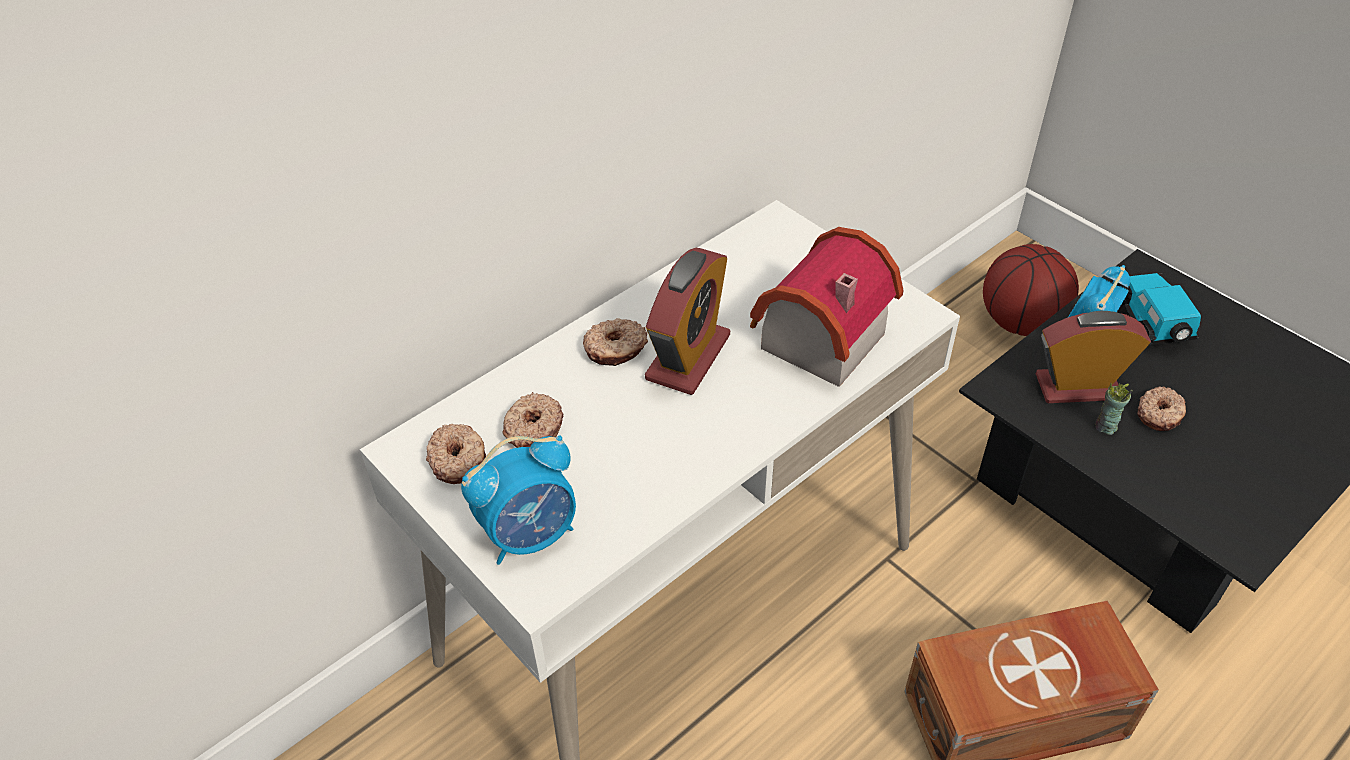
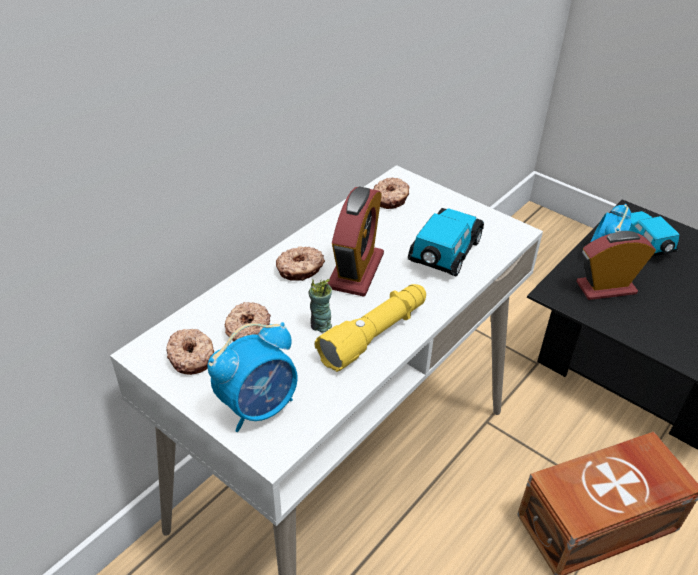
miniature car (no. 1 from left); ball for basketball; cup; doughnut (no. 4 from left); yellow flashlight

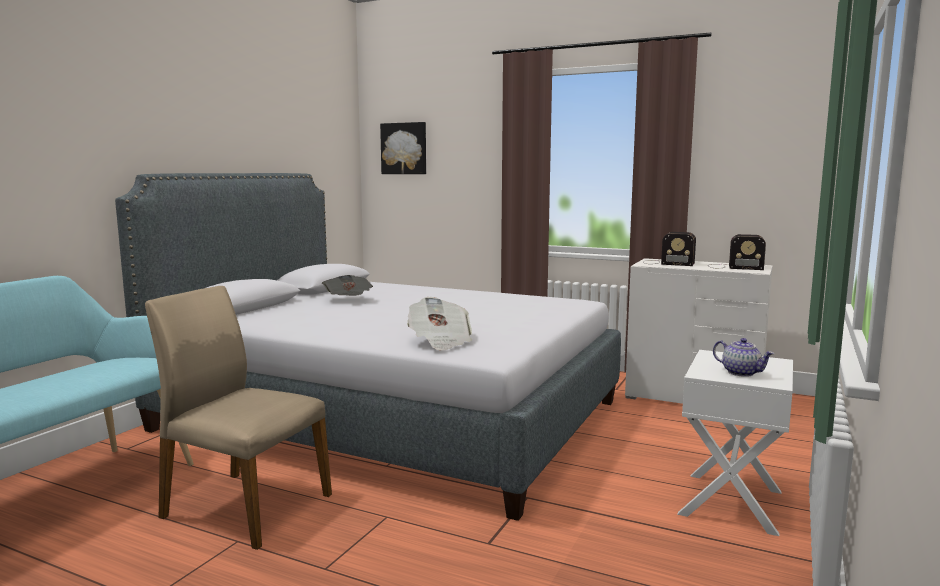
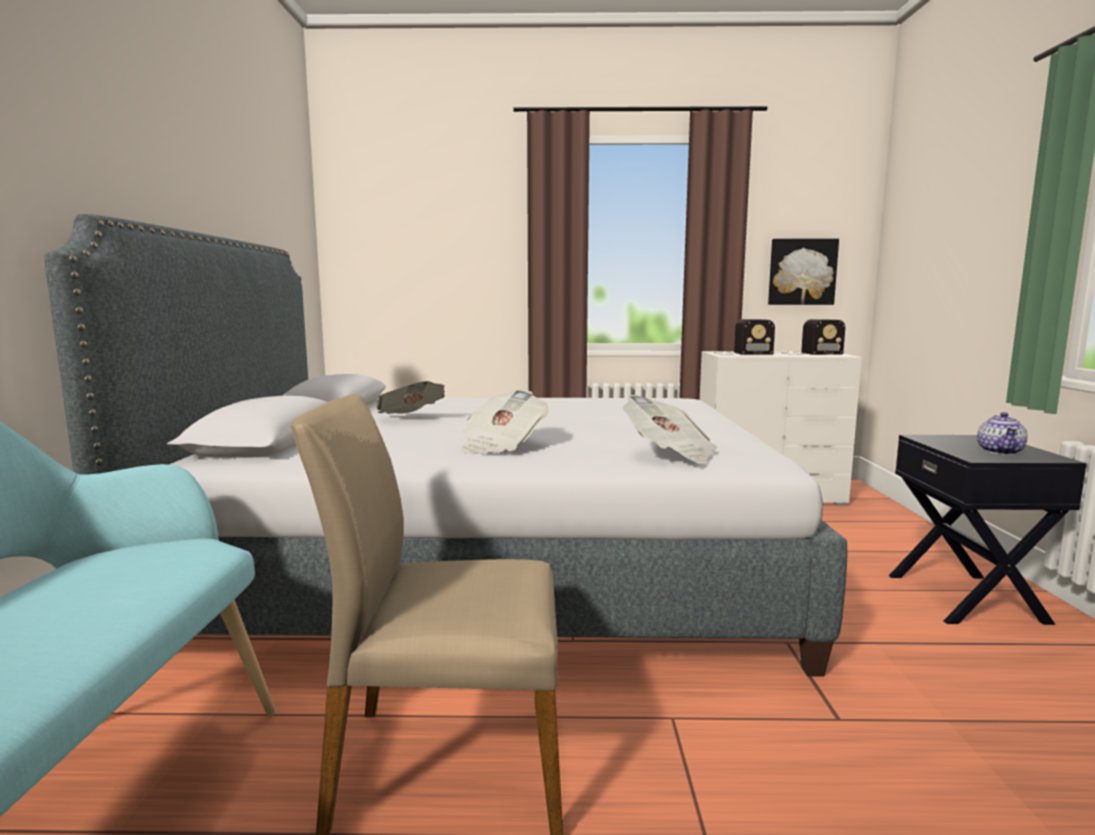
wall picture; teapot; black-coloured night table; newspaper (no. 2 from left)

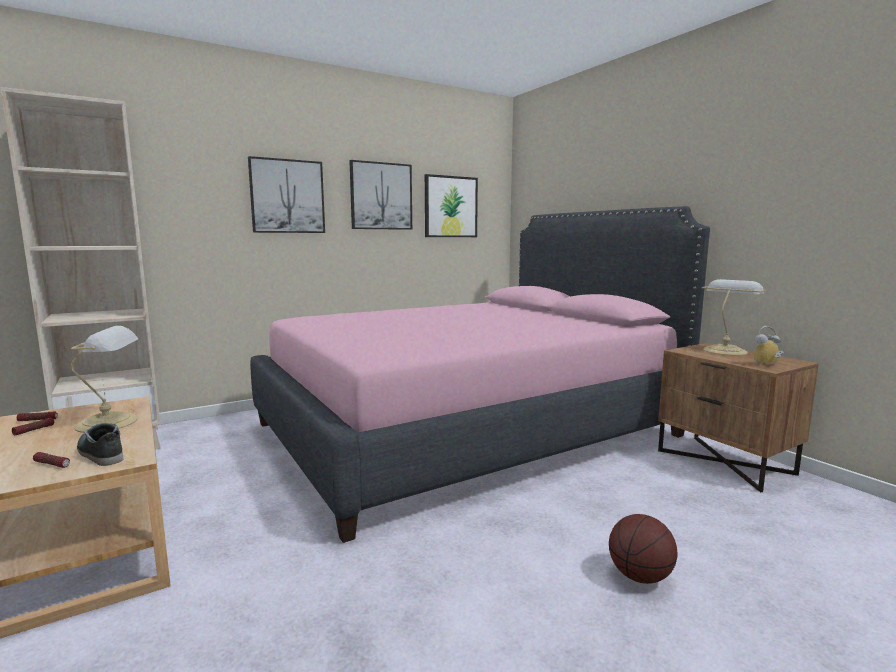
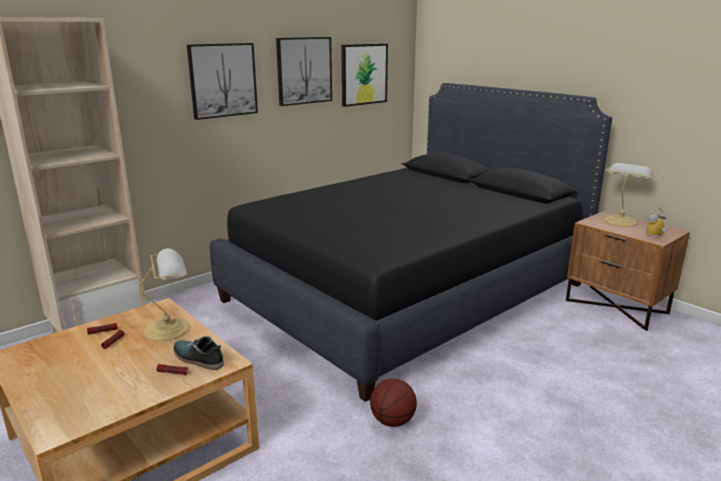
black-coloured bedroom bed; ball for basketball

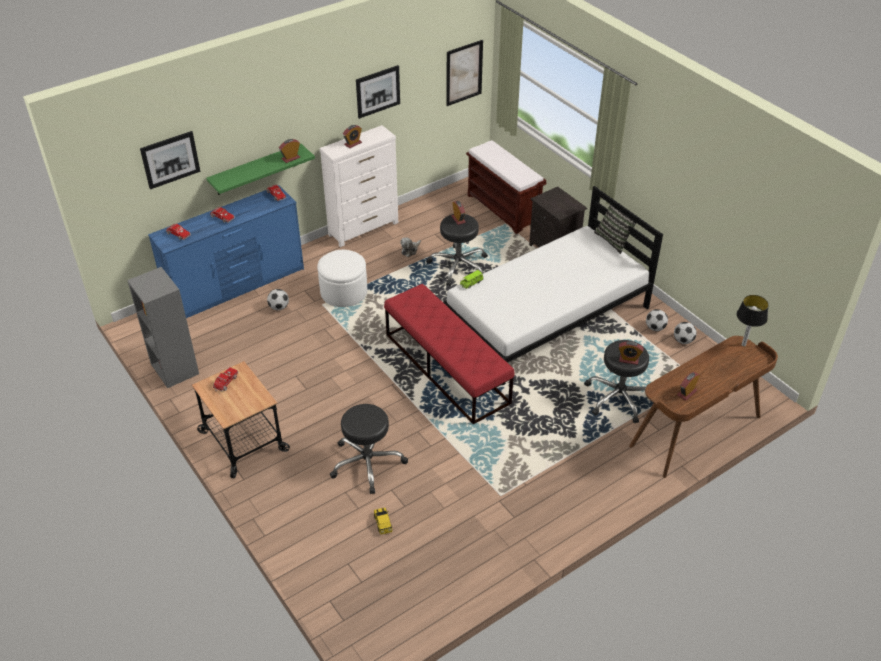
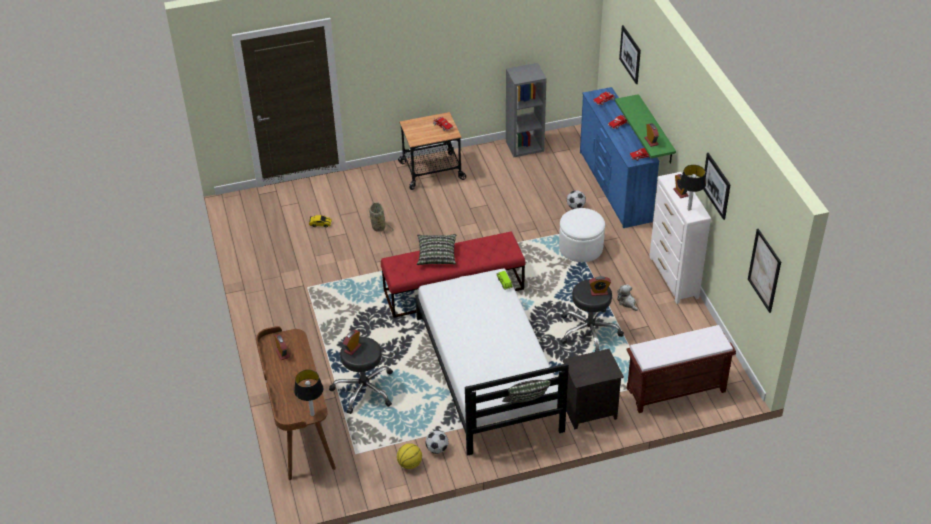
ball for basketball; household basket; tabletop lamp (no. 2 from left); pillow (no. 1 from left)

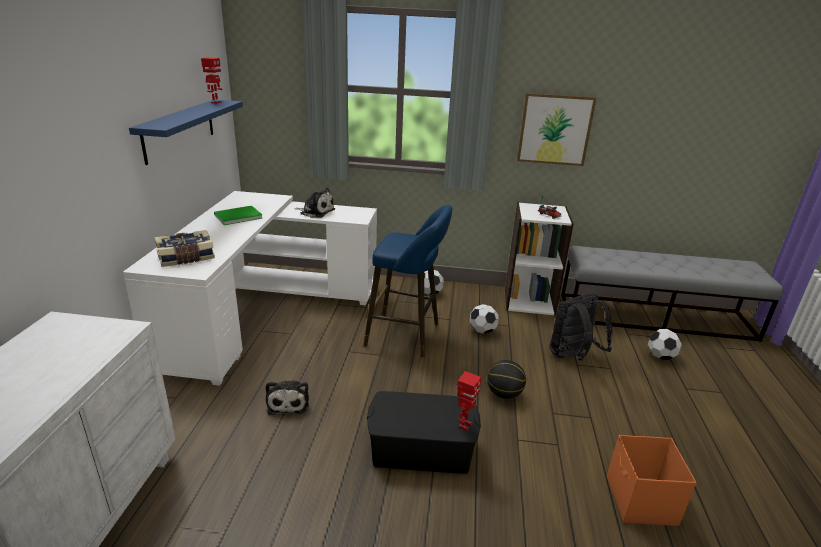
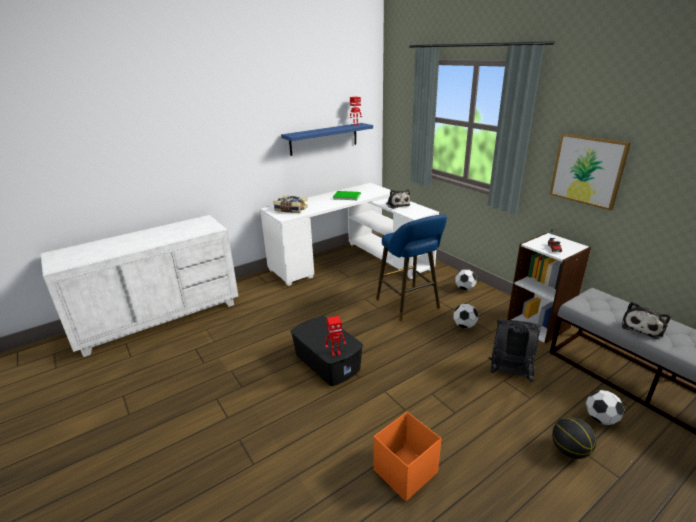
ball for basketball; soft toy (no. 2 from left)

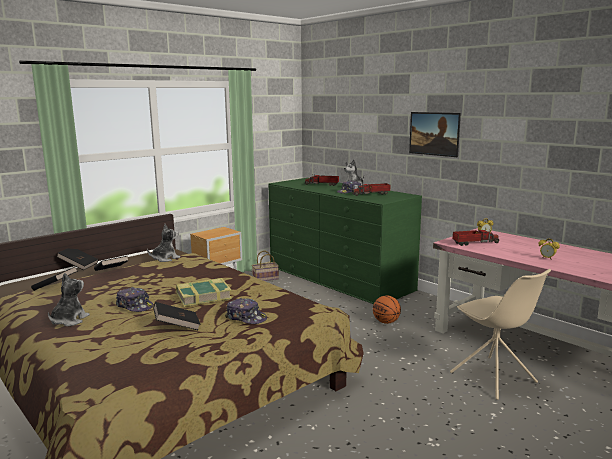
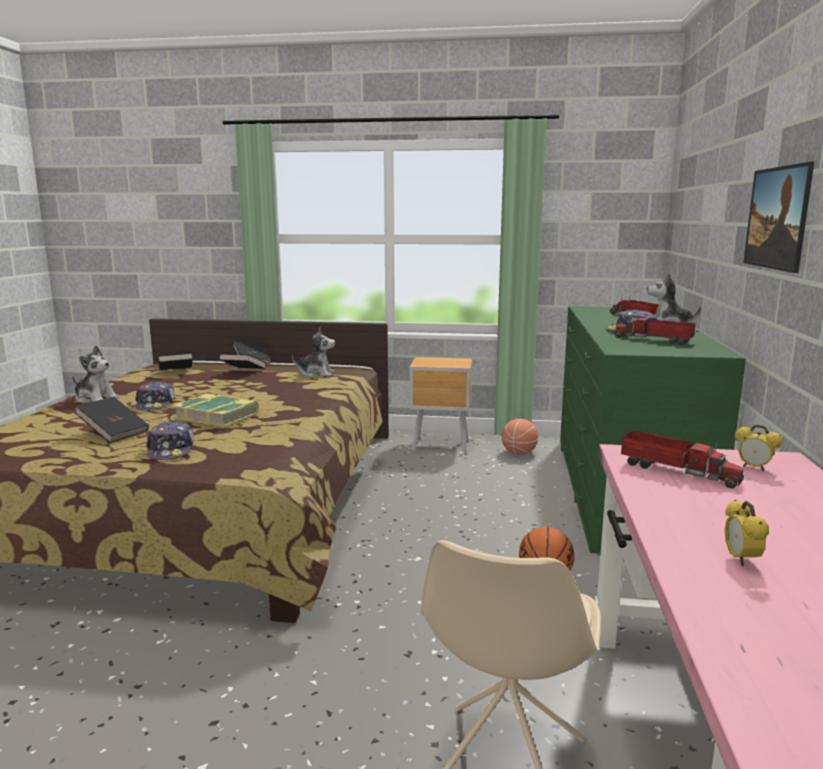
ball for basketball (no. 1 from left); soft toy (no. 1 from left)

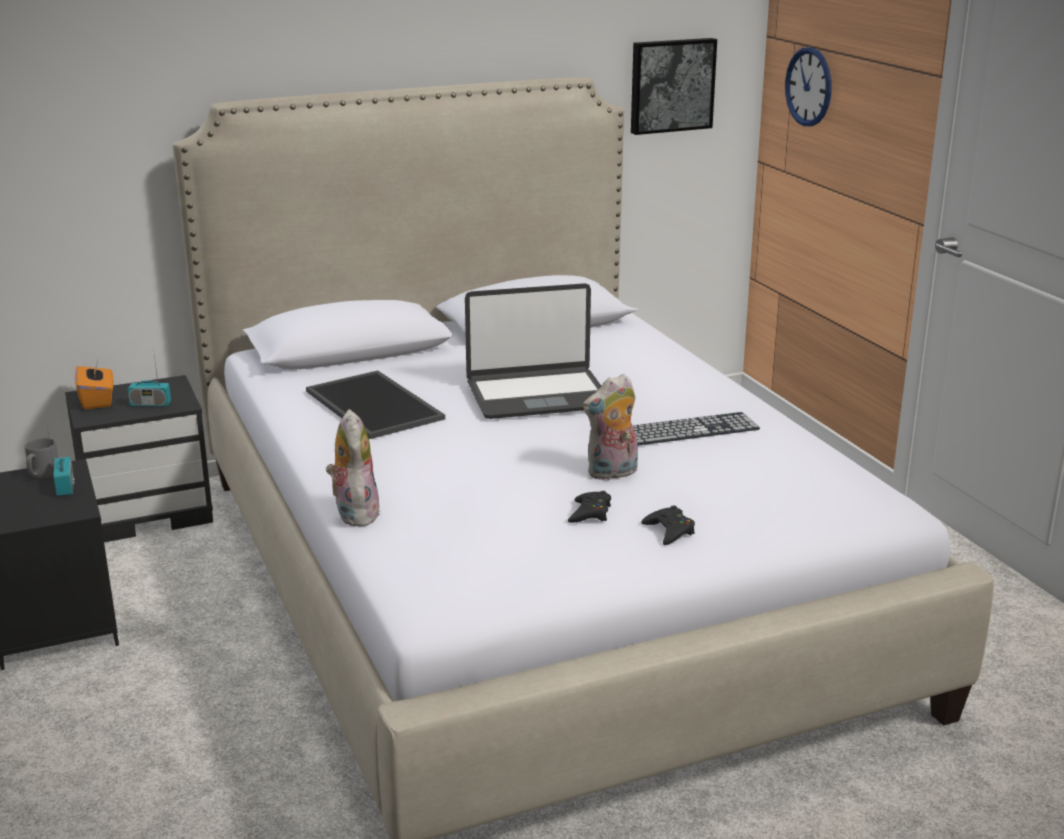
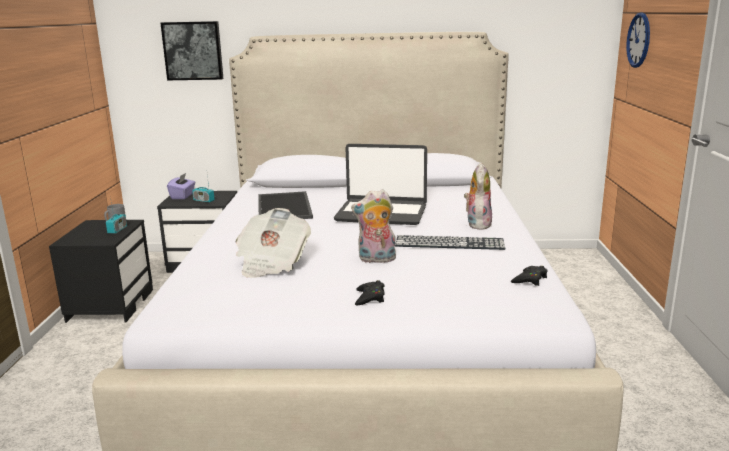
wall picture; purplish box of tissues; soft toy (no. 2 from left); black-coloured joypad (no. 2 from left); newspaper

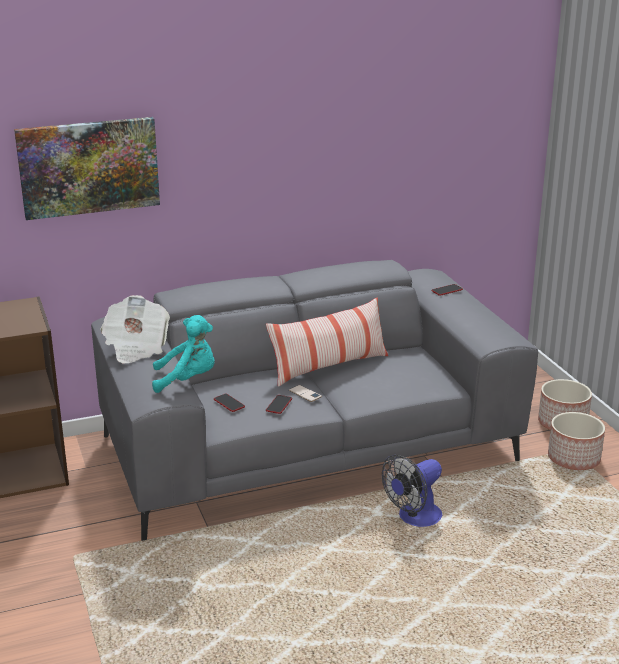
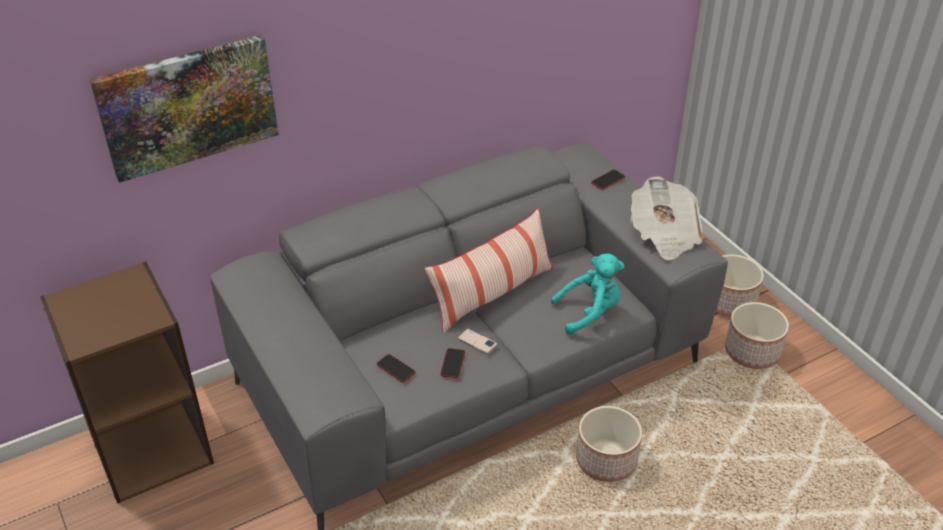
newspaper; turquoise-coloured soft toy; planter (no. 1 from left)

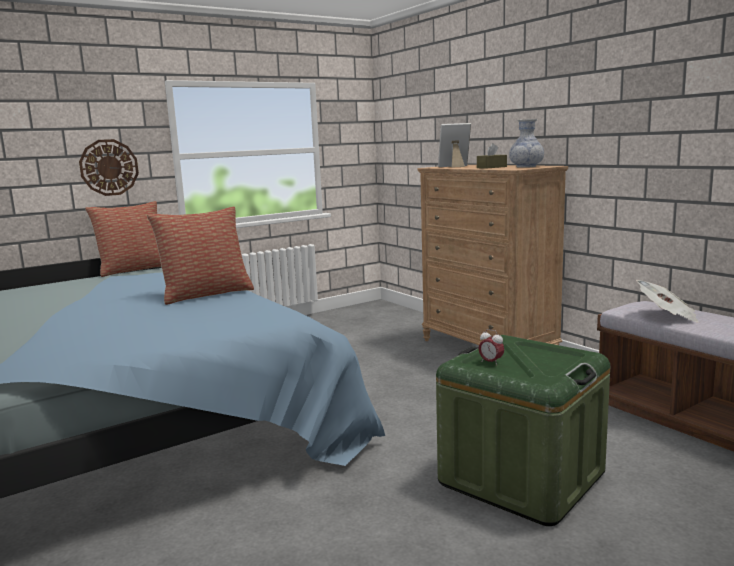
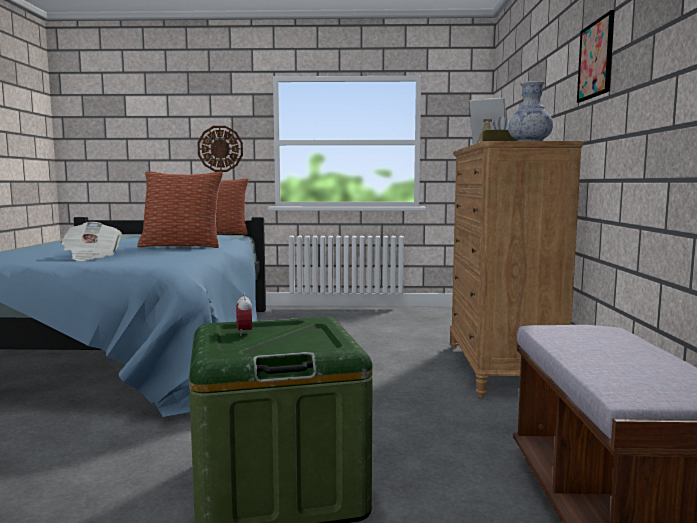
newspaper; wall picture

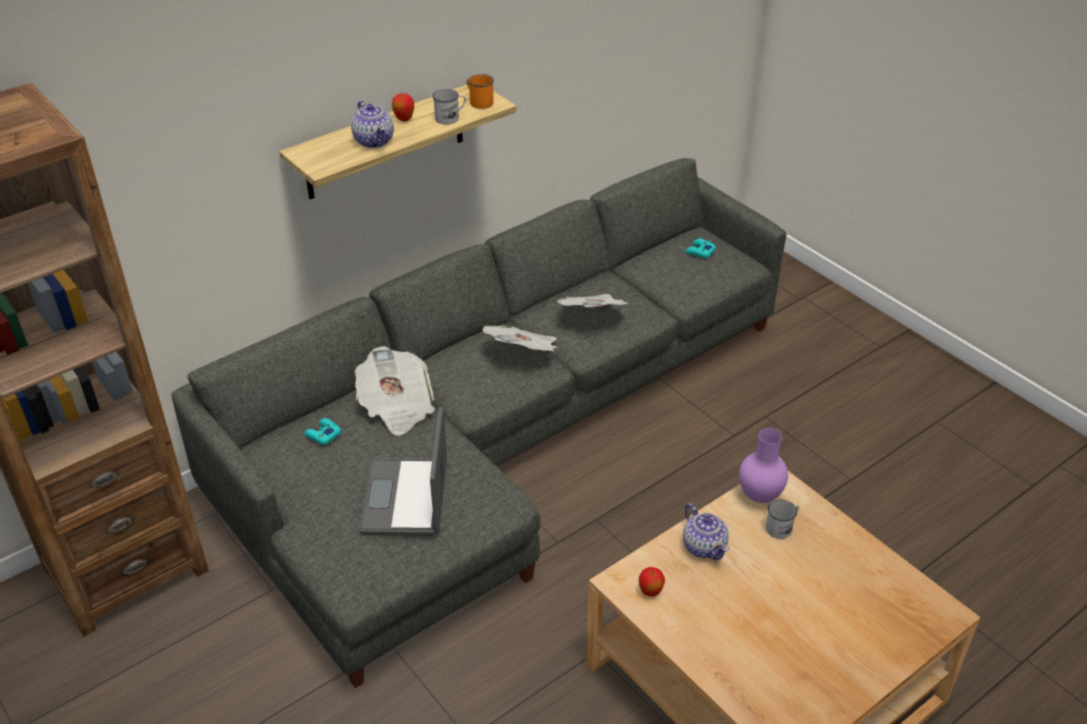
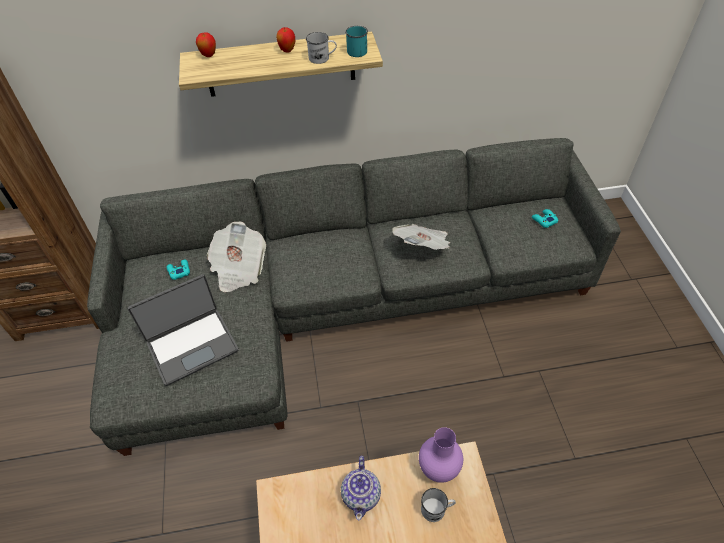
turquoise-coloured mug; teapot (no. 1 from left in the first image); newspaper (no. 2 from left in the first image); portable computer; apple fruit (no. 1 from left)

